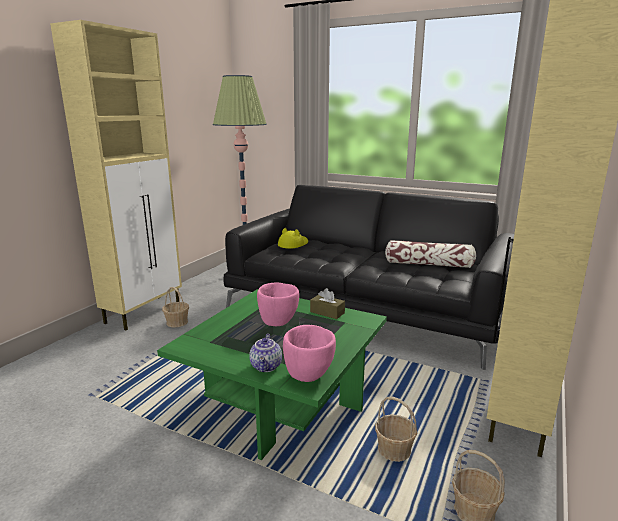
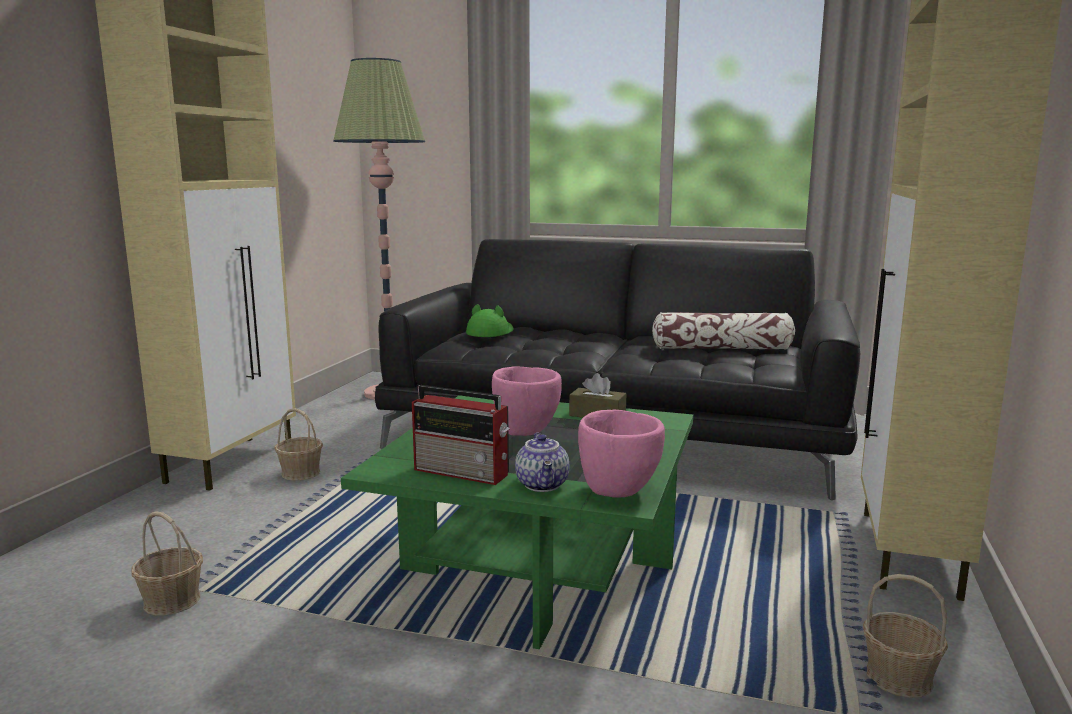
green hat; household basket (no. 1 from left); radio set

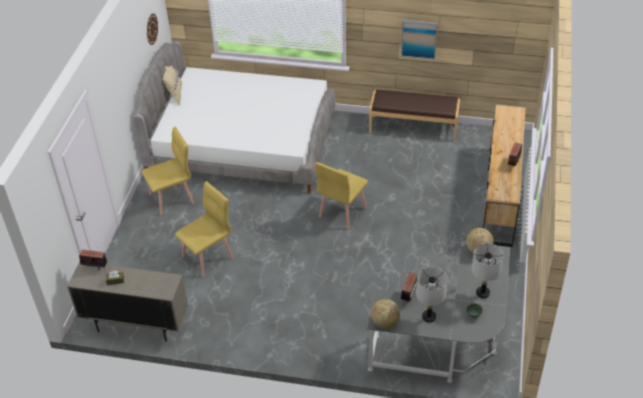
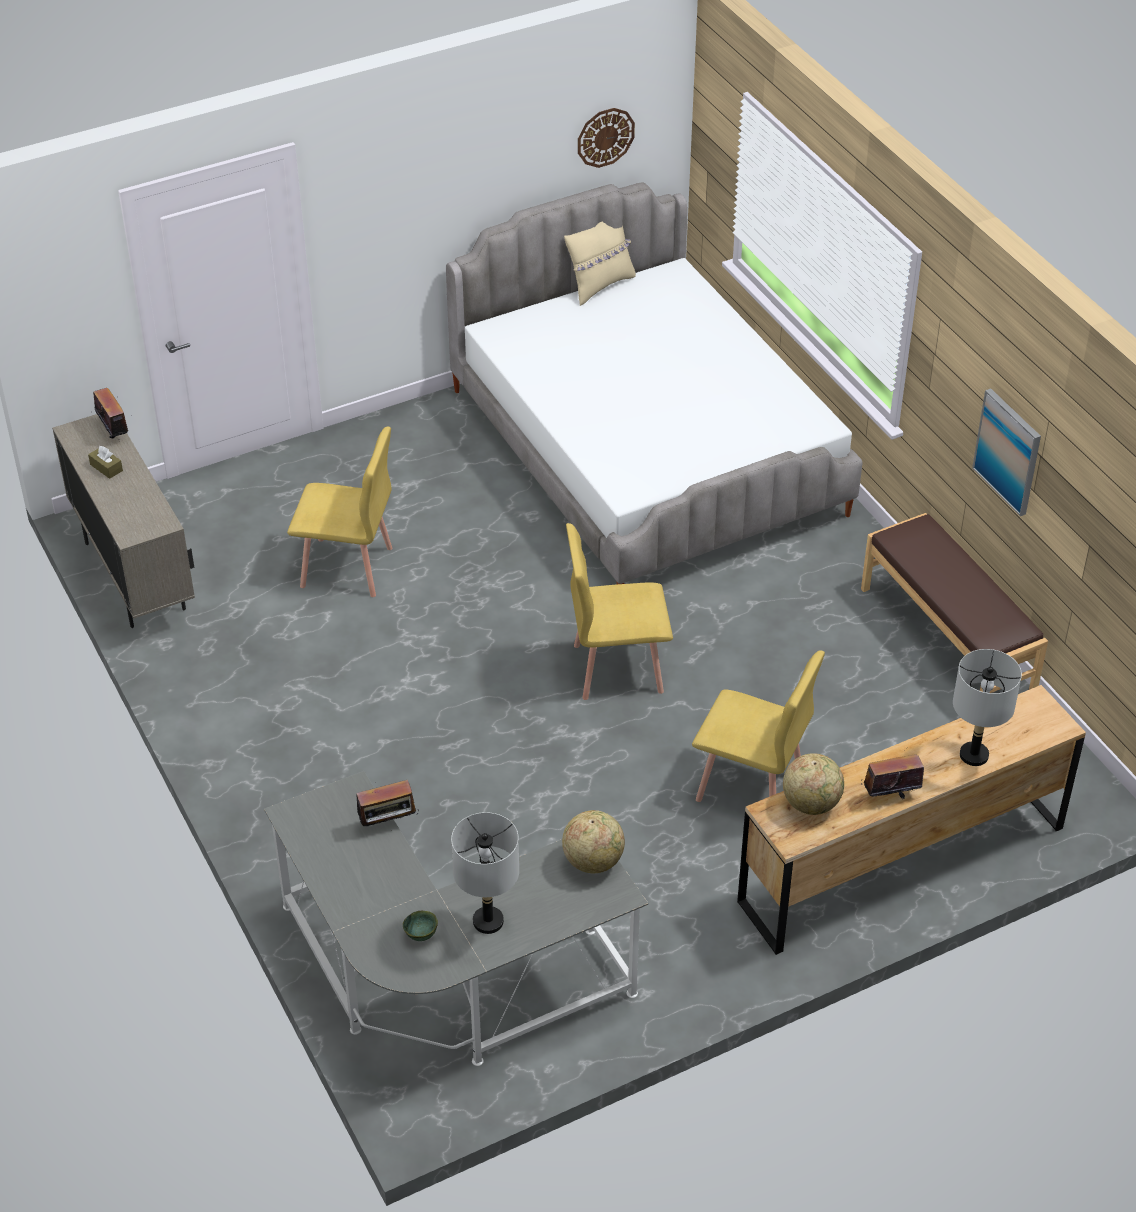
yellow upright chair (no. 3 from left); greyish tabletop lamp (no. 2 from left); desk globe (no. 2 from left)

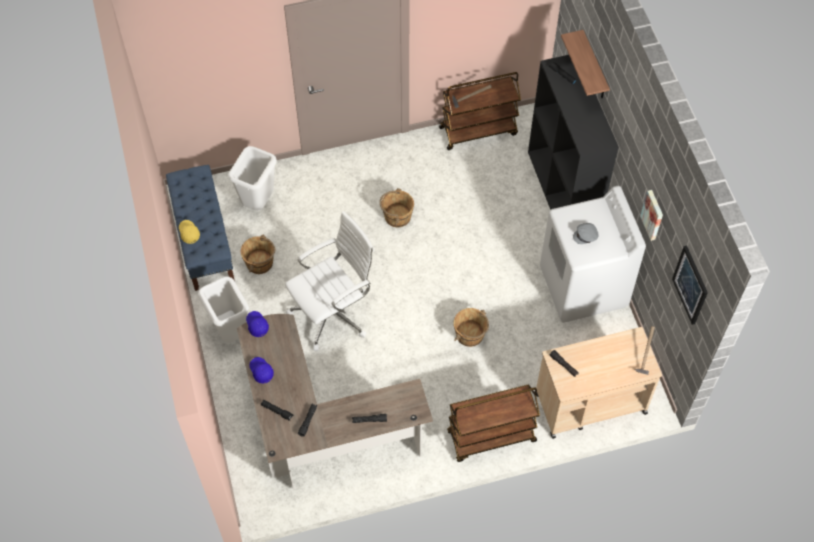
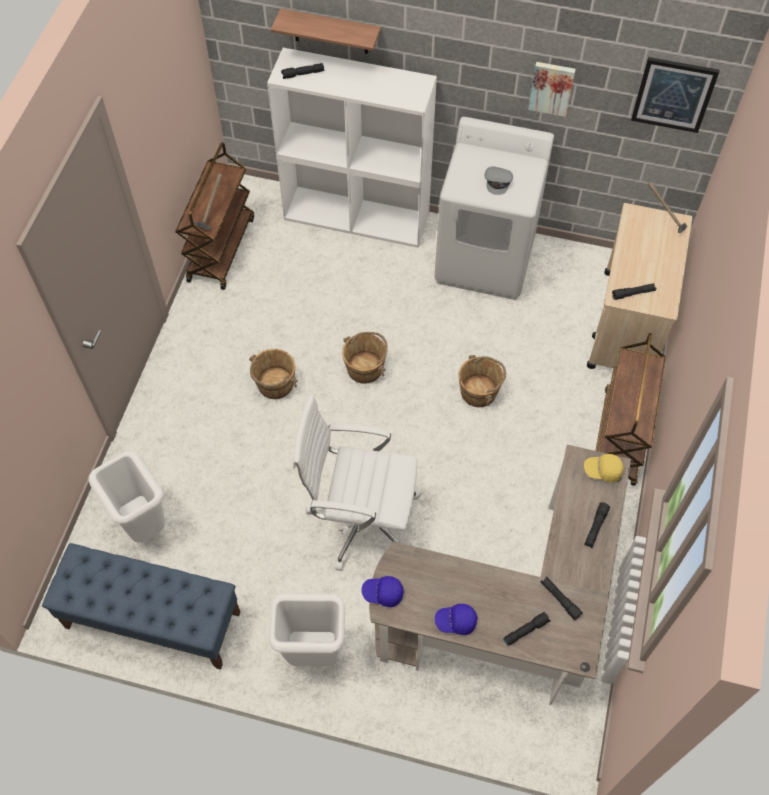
white bookshelf; white computer chair; yellow cap; brown-coloured water bucket (no. 2 from left)

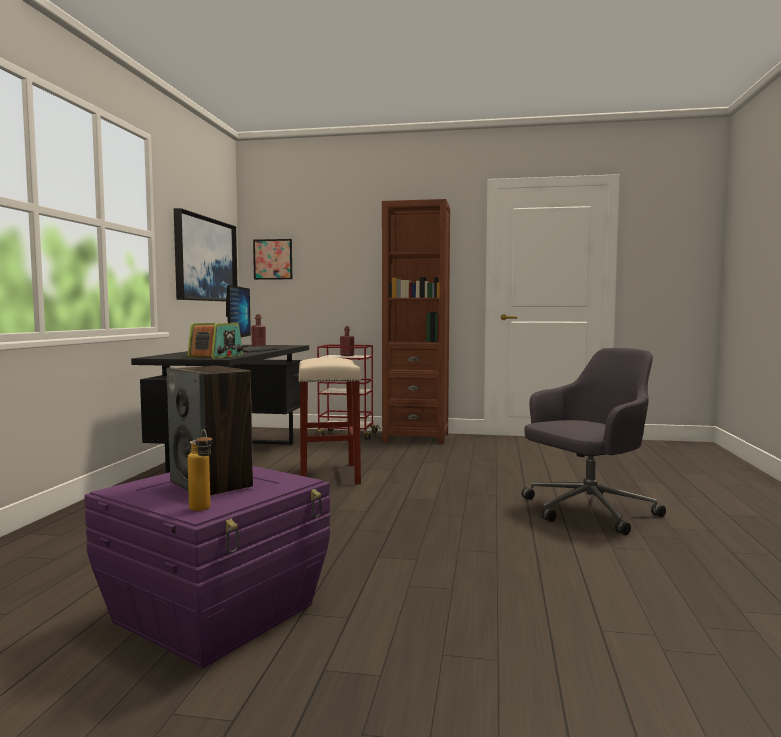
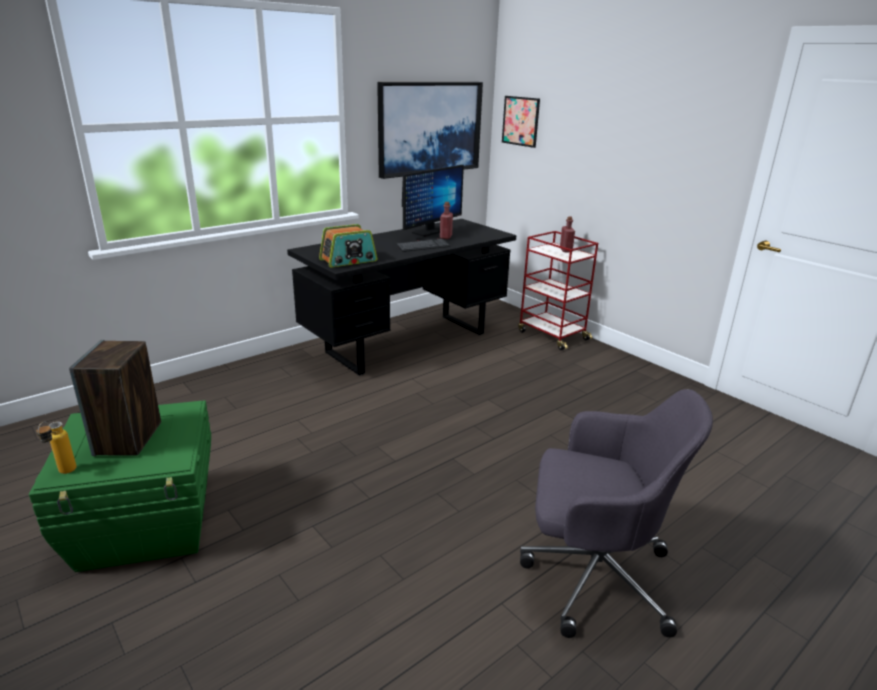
brown-coloured bookshelf; sand-coloured stool; green storage bin

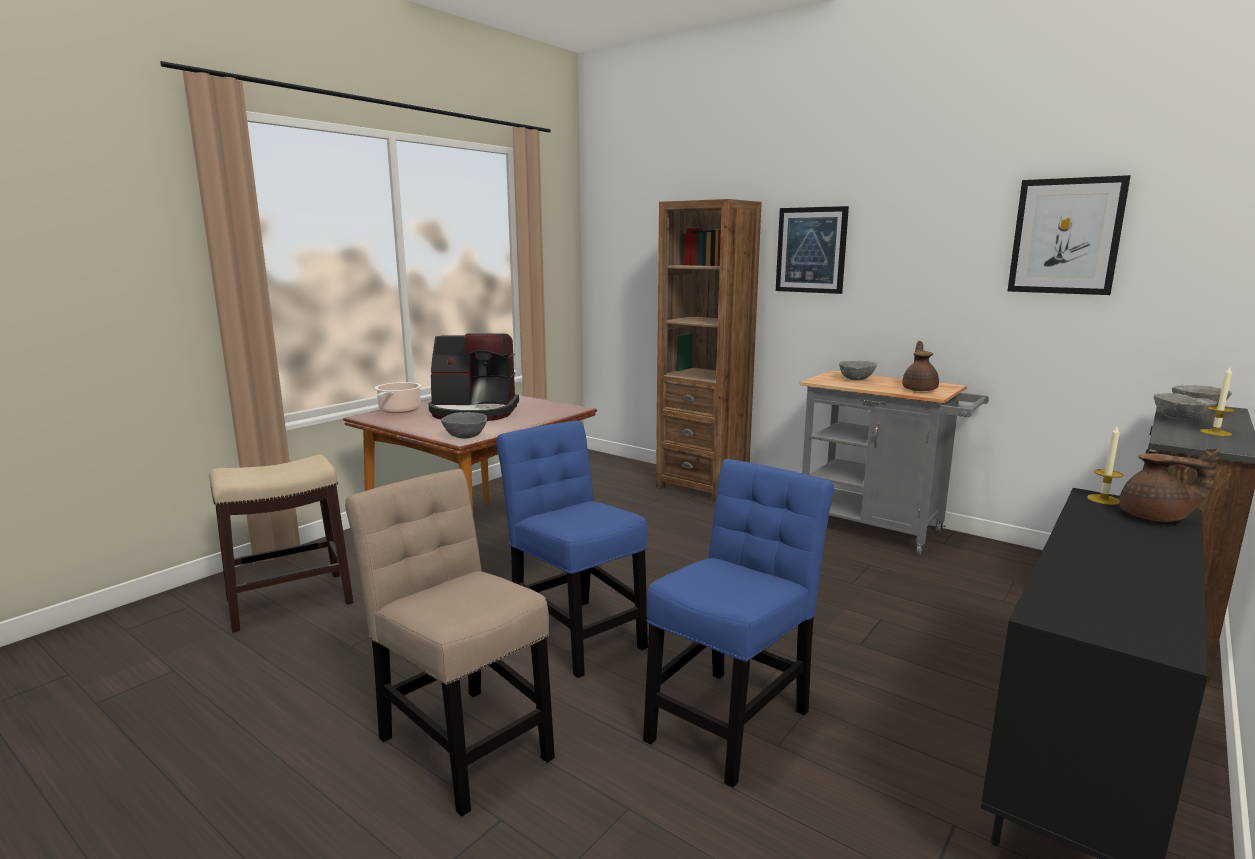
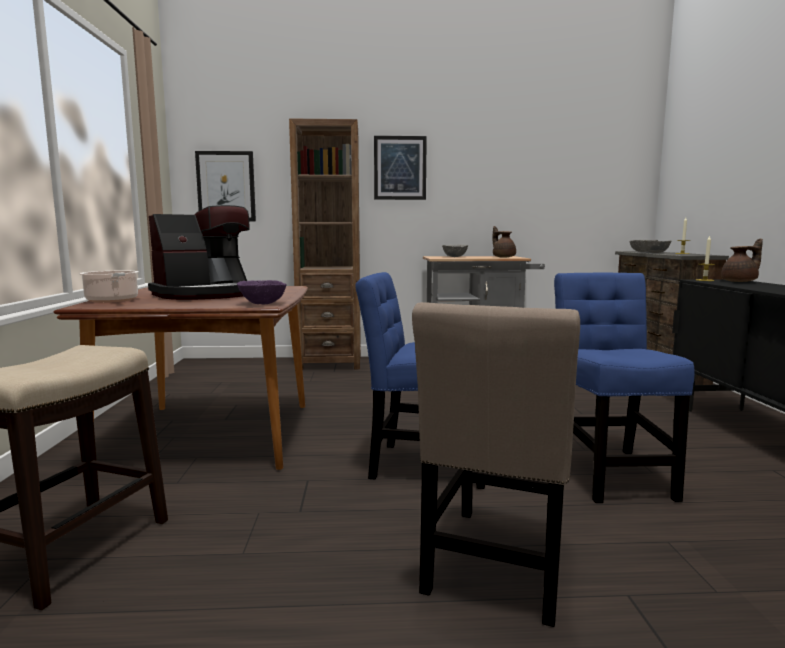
wall picture (no. 1 from left); purplish serving bowl; sand-coloured upright chair

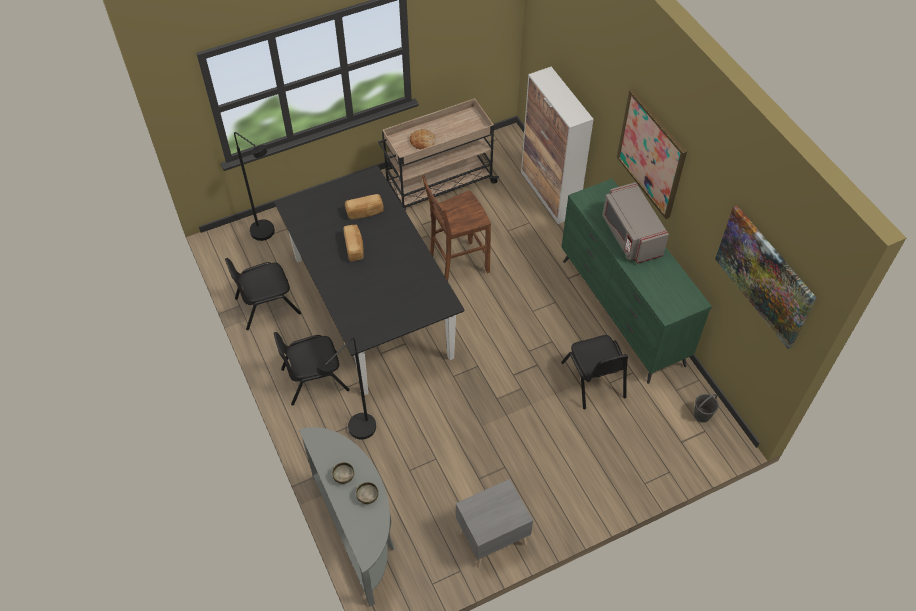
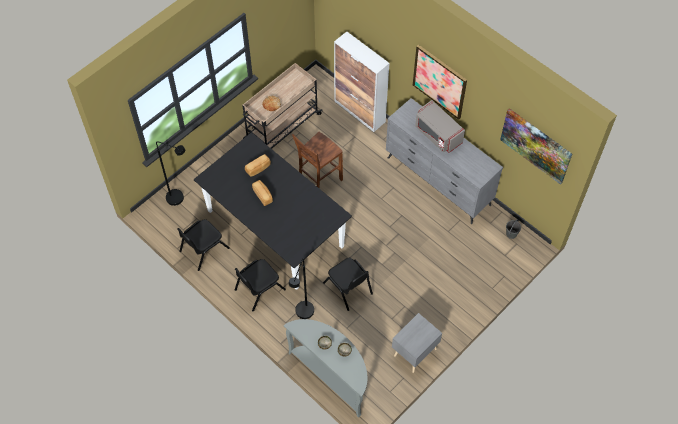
greyish dresser; black-coloured upright chair (no. 3 from left)

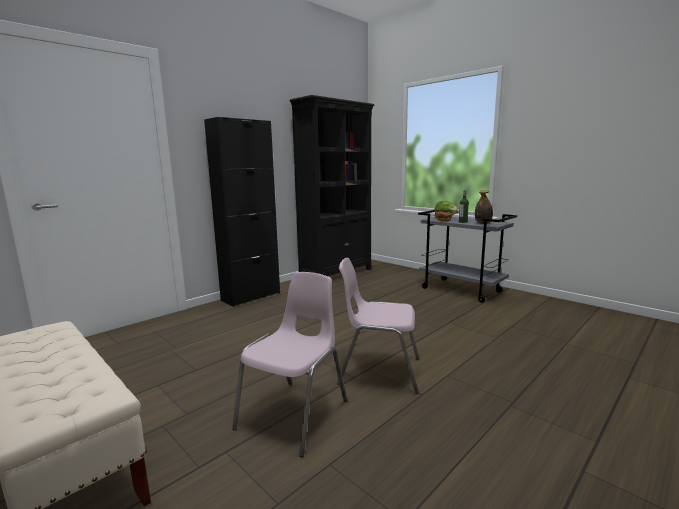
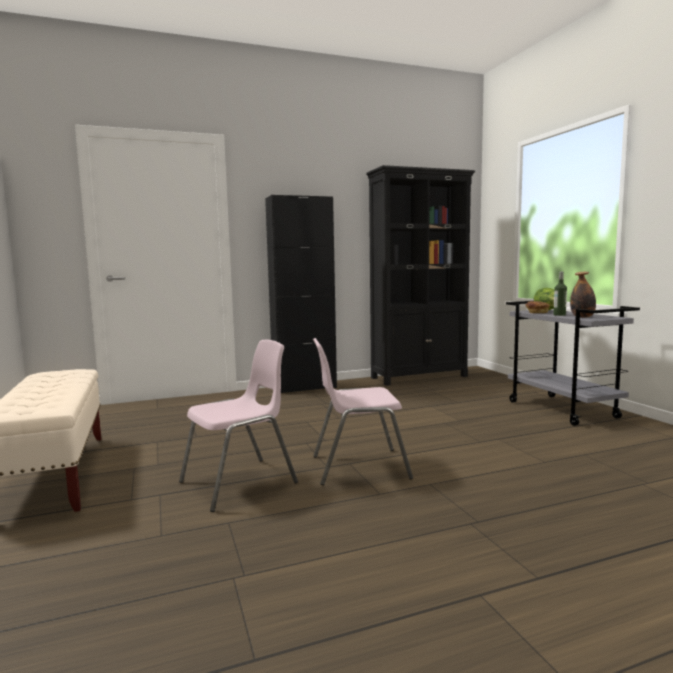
pink-coloured upright chair (no. 2 from left)

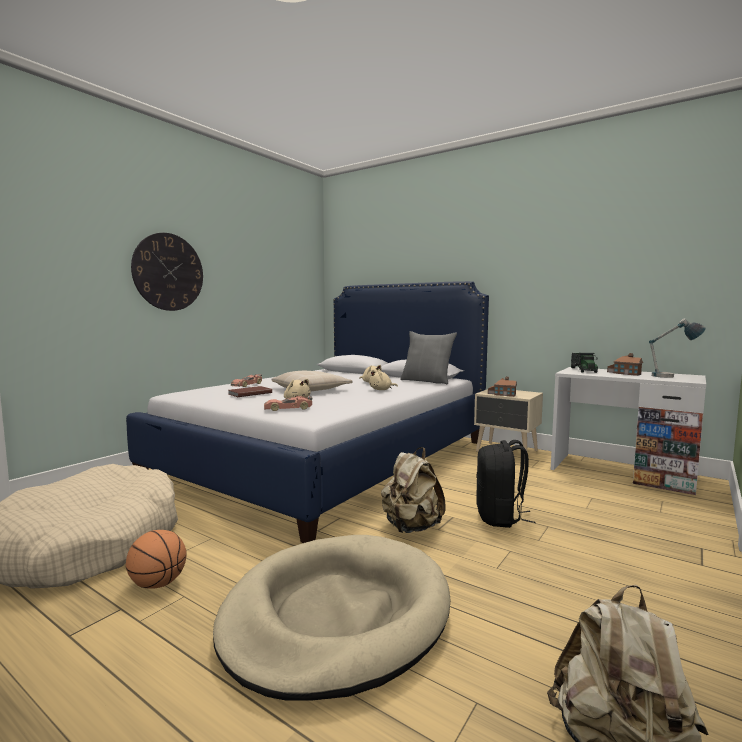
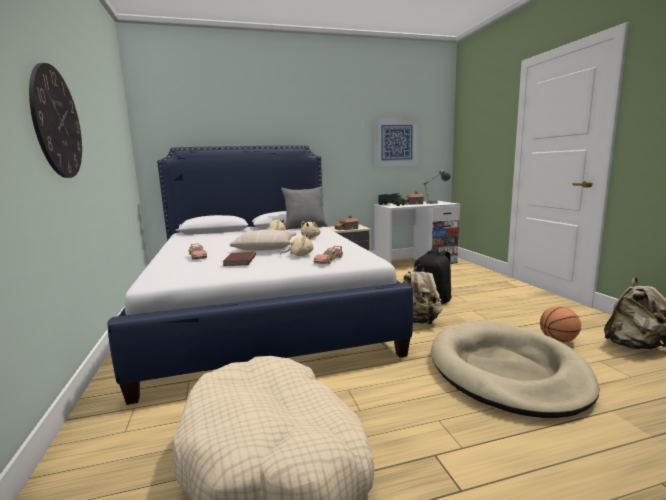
ball for basketball; wall picture

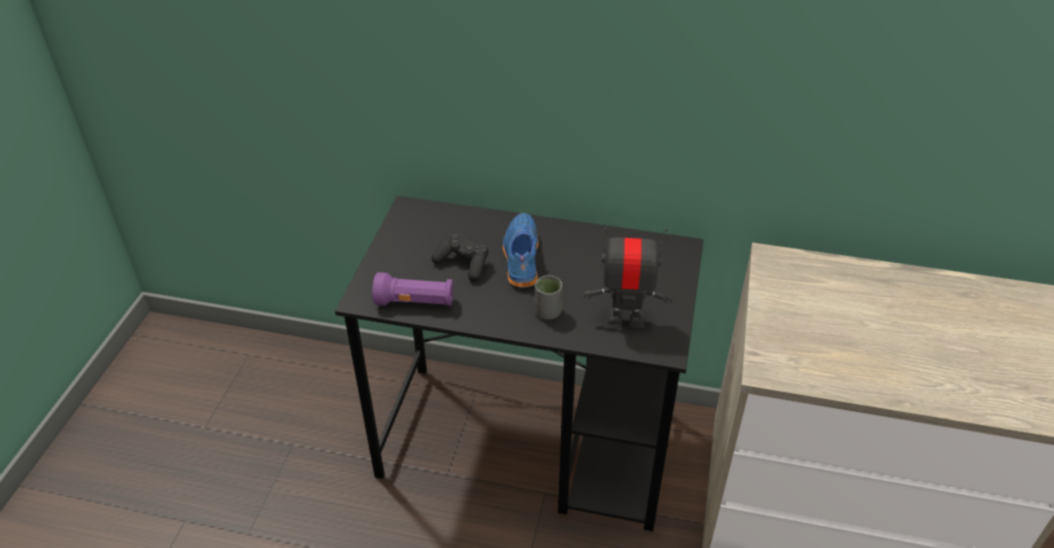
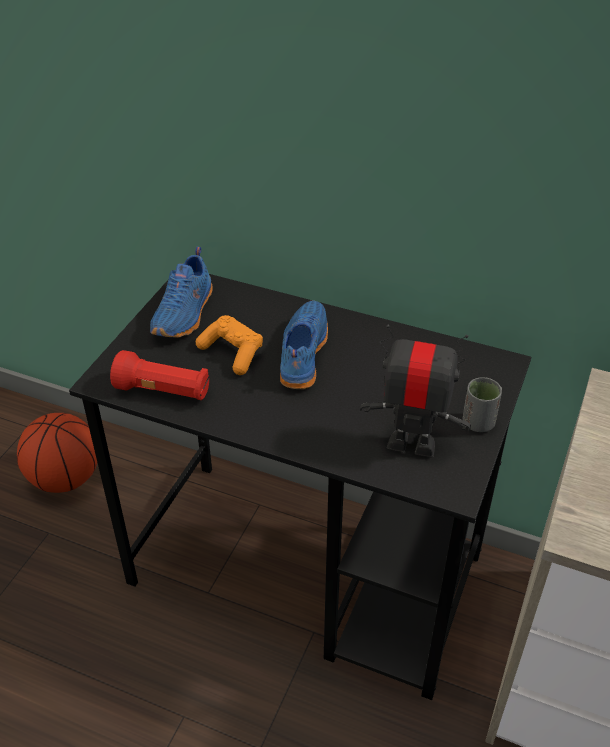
orange joypad; red-coloured flashlight; greyish cup; blue shoe (no. 1 from left); ball for basketball

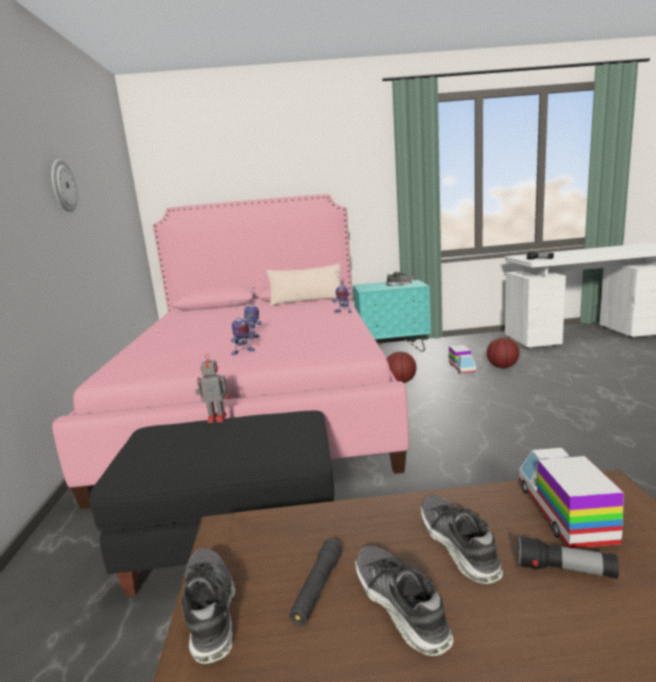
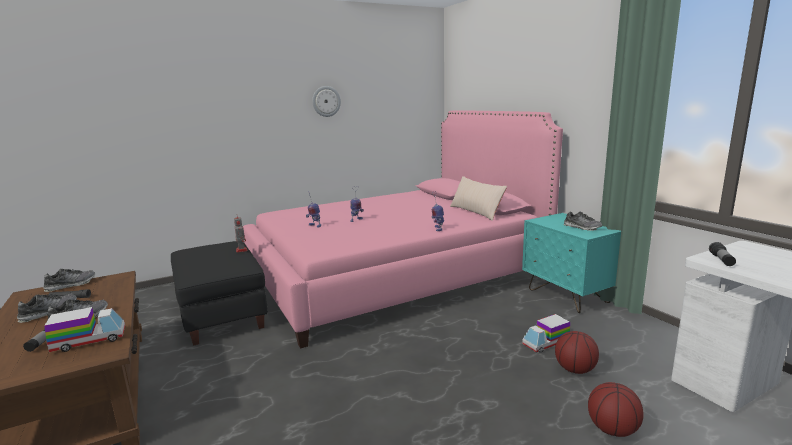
ball for basketball (no. 2 from left)

